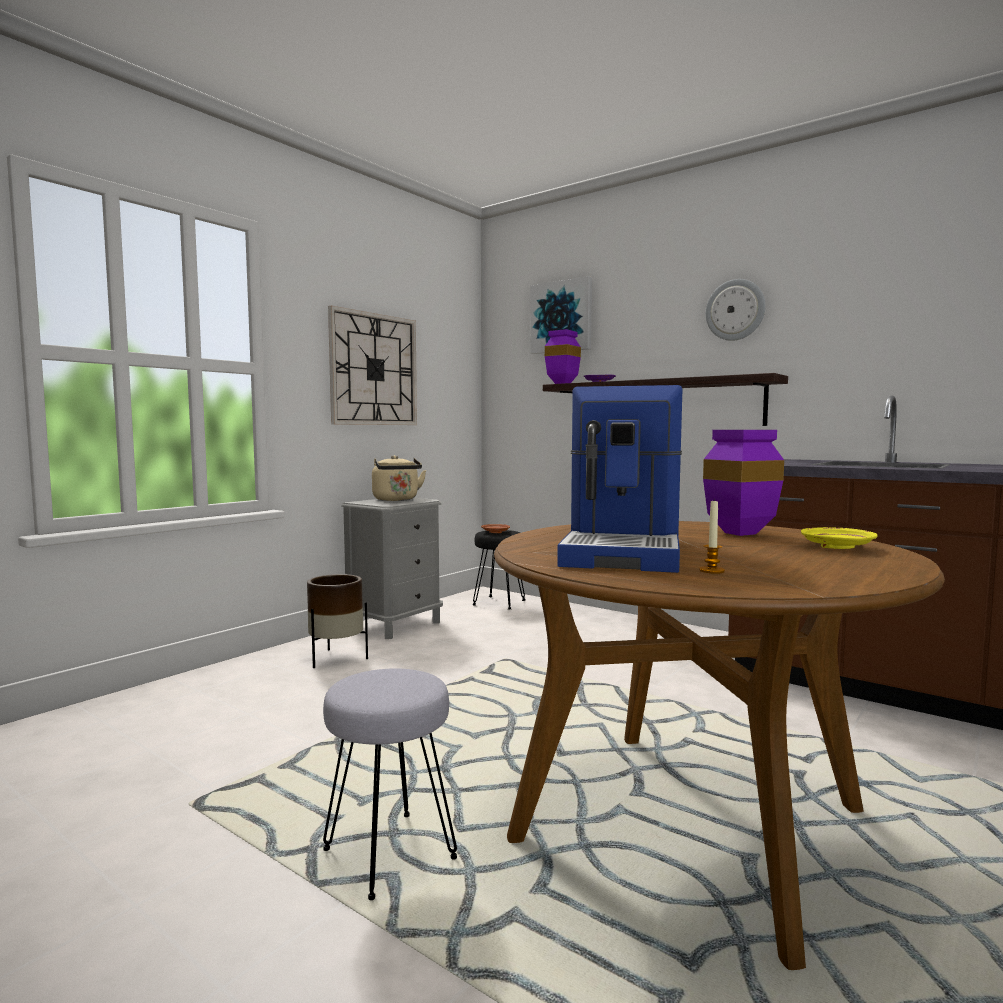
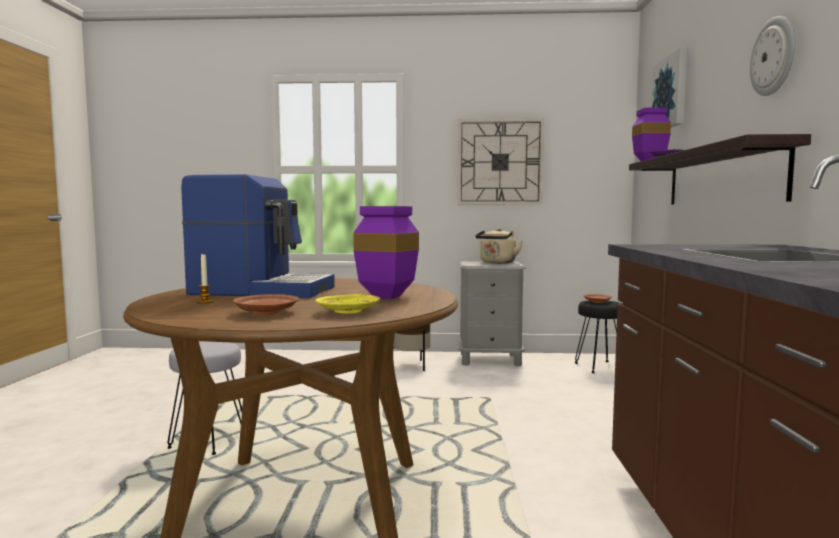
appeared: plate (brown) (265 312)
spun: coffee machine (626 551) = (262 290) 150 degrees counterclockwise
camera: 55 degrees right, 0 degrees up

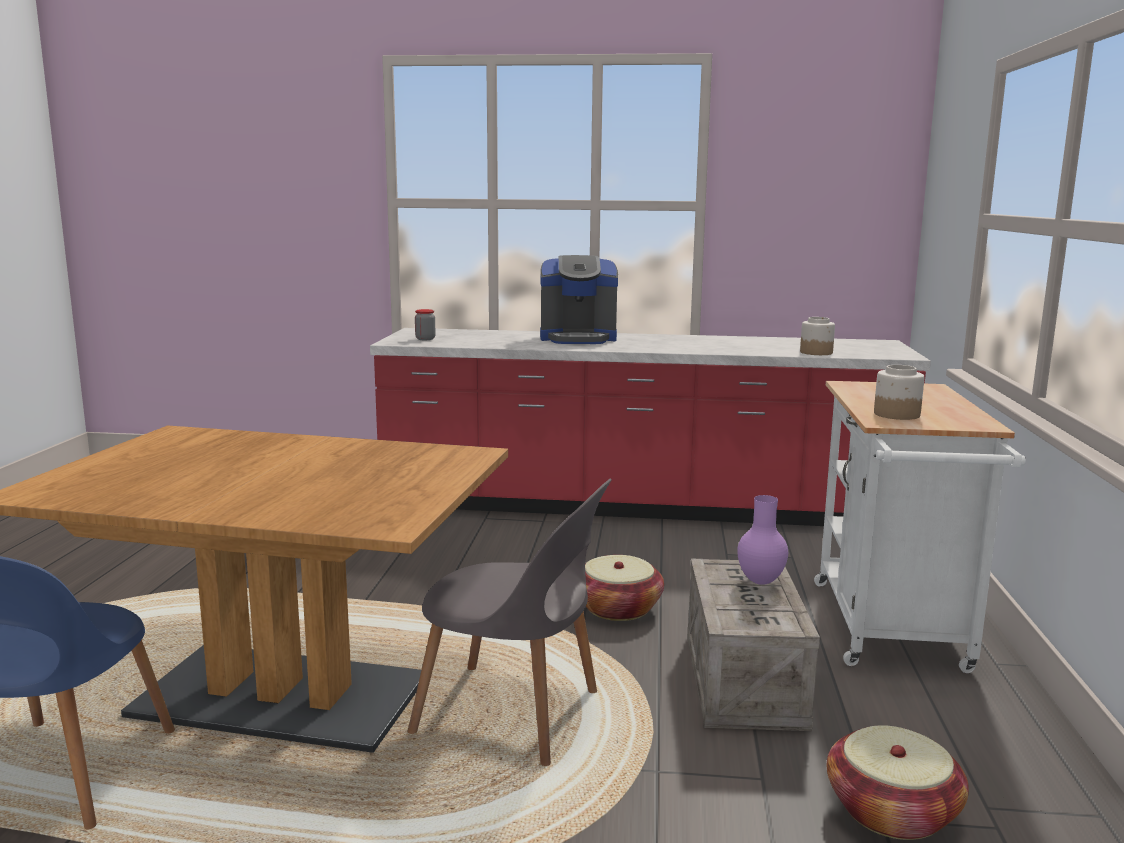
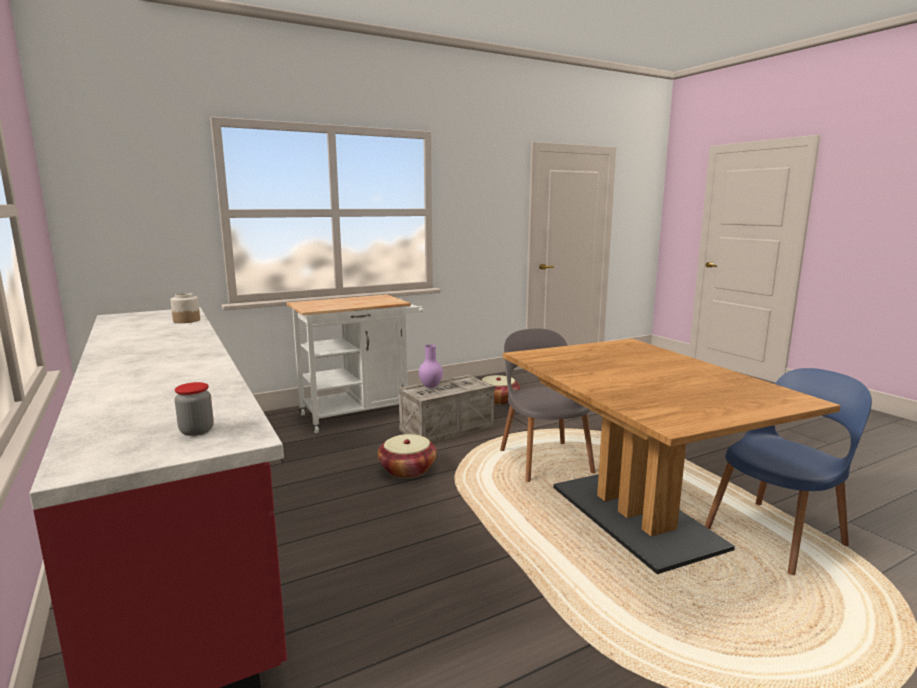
missing: coffee machine (578 338); jar (896 414)
camera: 125 degrees left, 0 degrees up

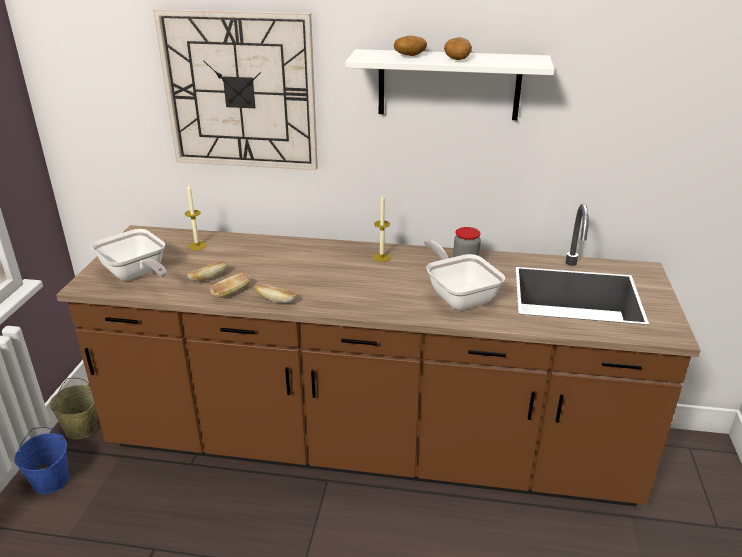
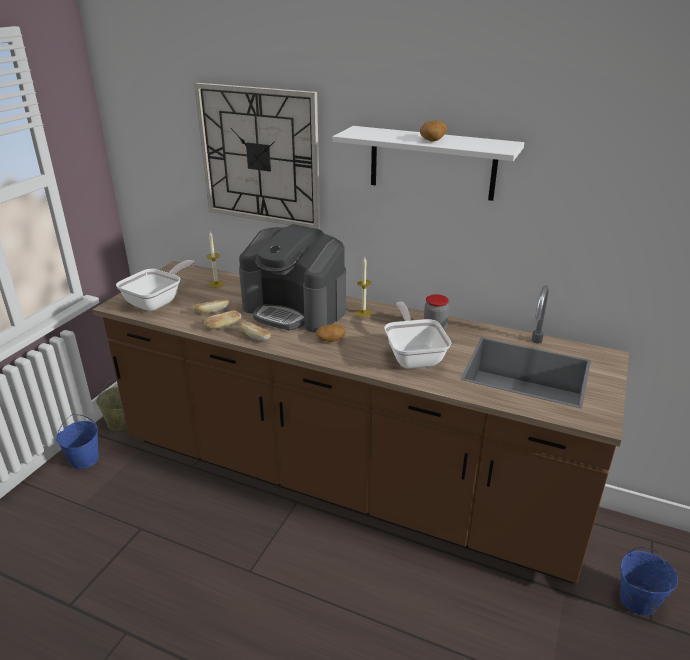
appeared: coffee machine (295 309); bucket (blue) (637 600)
relocated: potato (410 55) to (330 340)
spun: frying pan (136 275) = (158 301) 120 degrees counterclockwise
camera: 15 degrees right, 0 degrees up

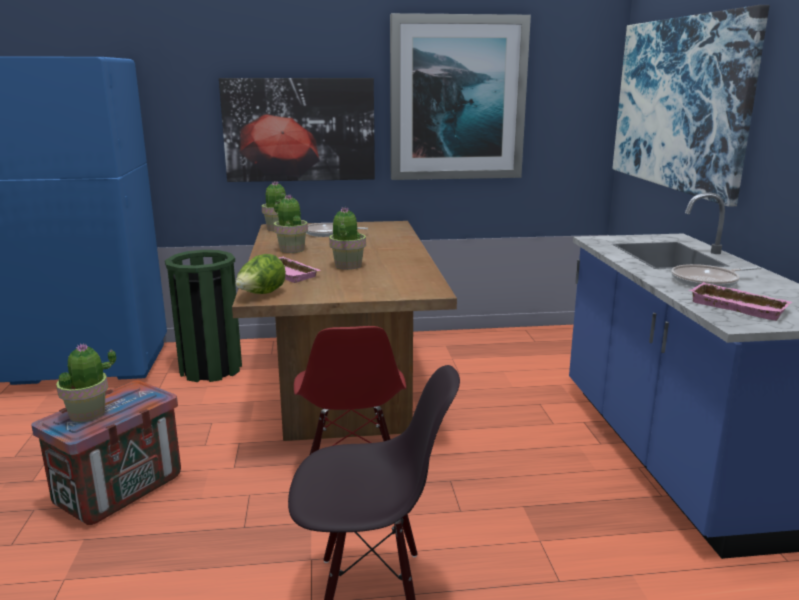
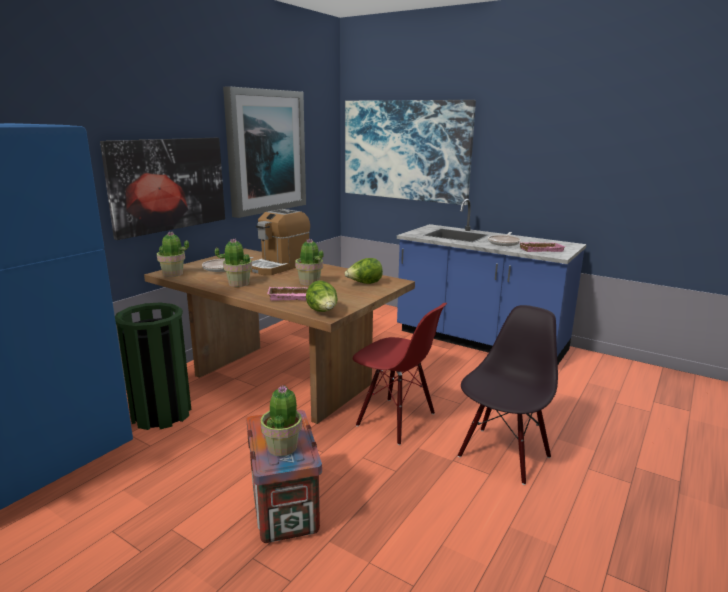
appeared: coffee machine (278 266); lettuce (364 284)
camera: 50 degrees left, 0 degrees up

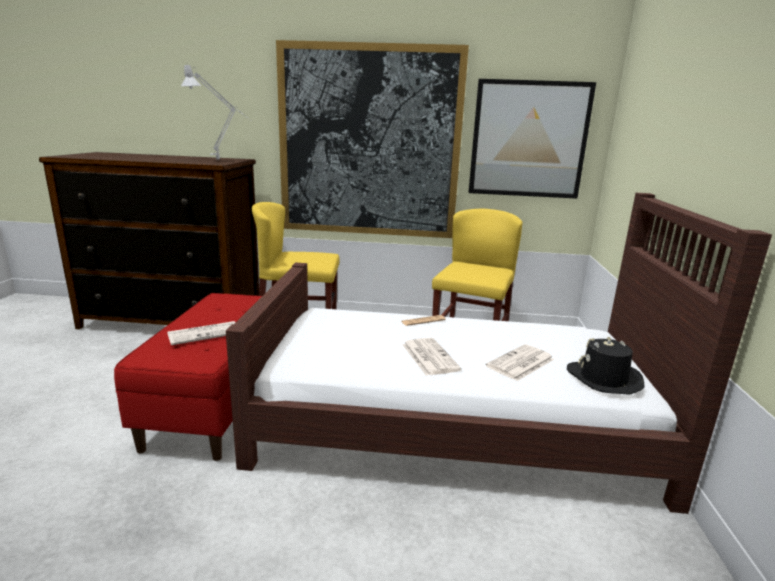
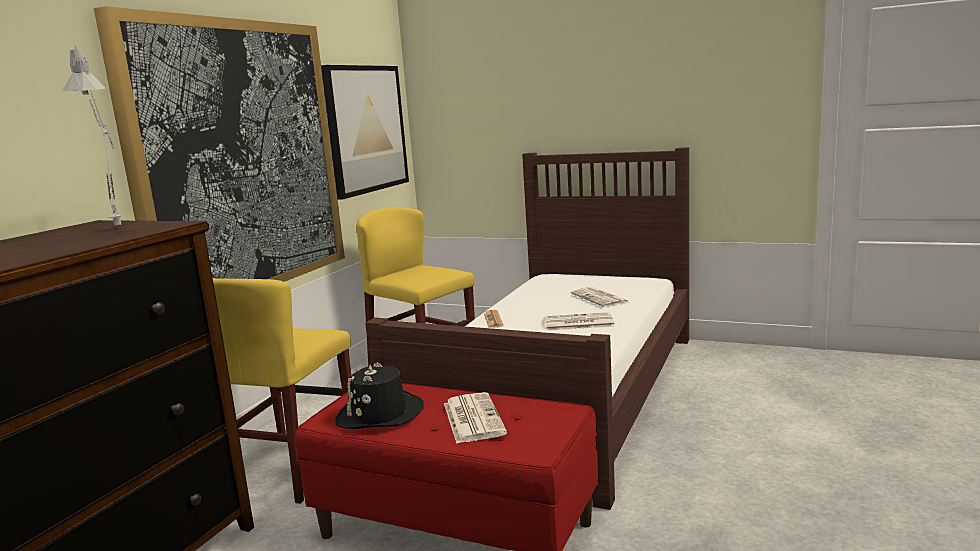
relocated: hat (black) (604 378) to (380 414)
camera: 70 degrees left, 5 degrees down

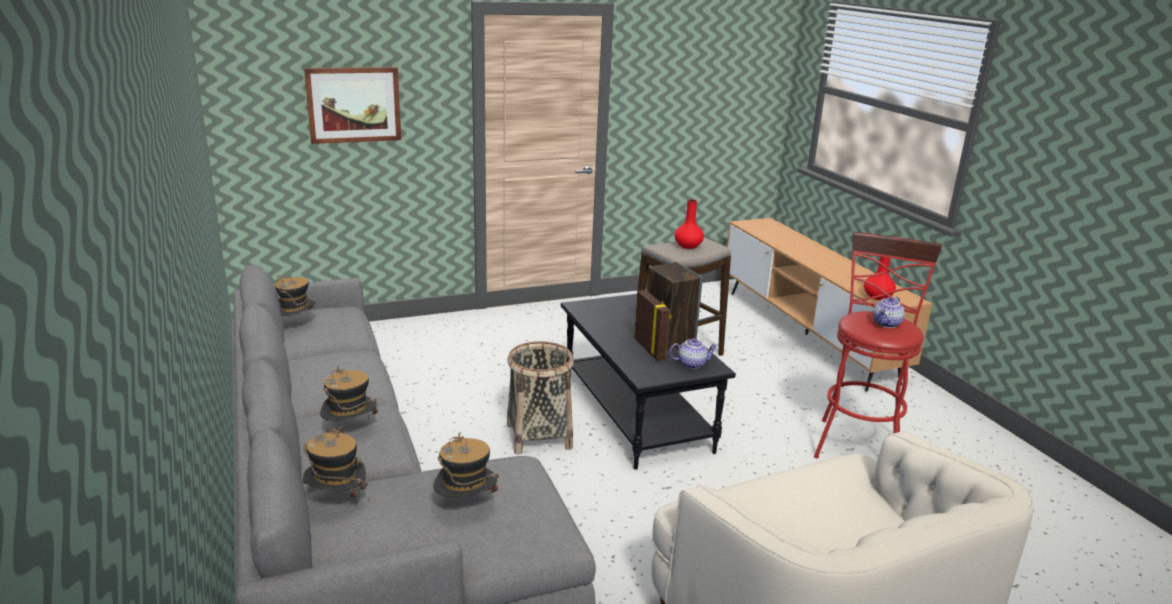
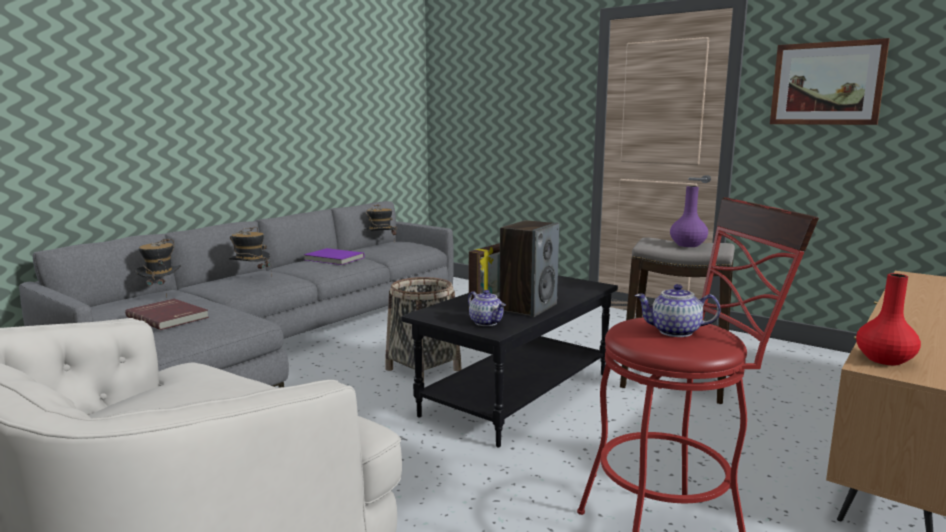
appeared: book (purple) (333 259)
relocated: picture (353 104) to (826 83)
exchanged: hat (466 508) to book (red) (169 317)
colour: vase (red) (688 246) to vase (purple) (687 245)
camera: 60 degrees right, 10 degrees down

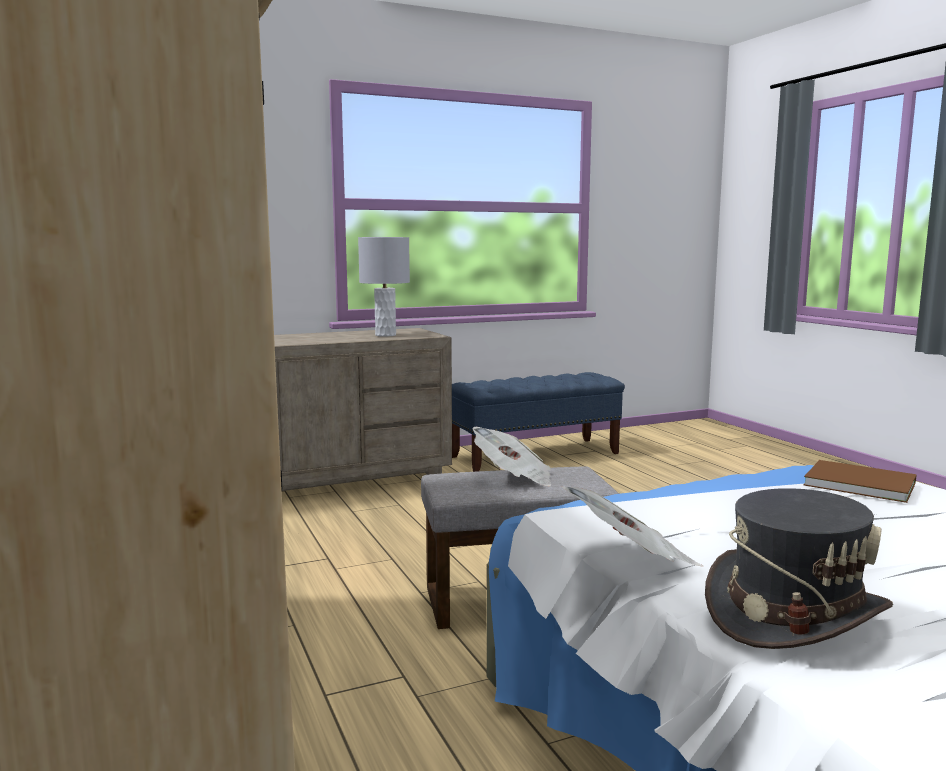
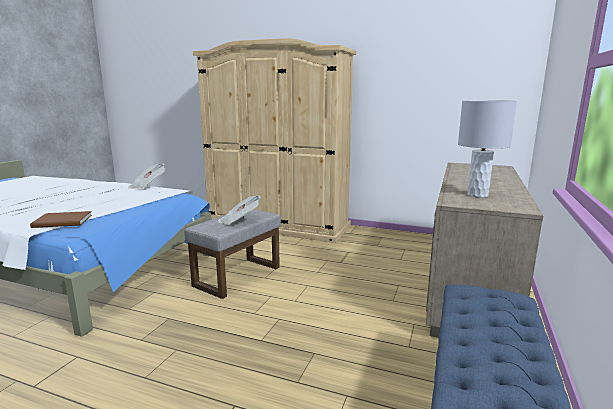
missing: hat (grey) (793 613)
camera: 135 degrees right, 5 degrees up

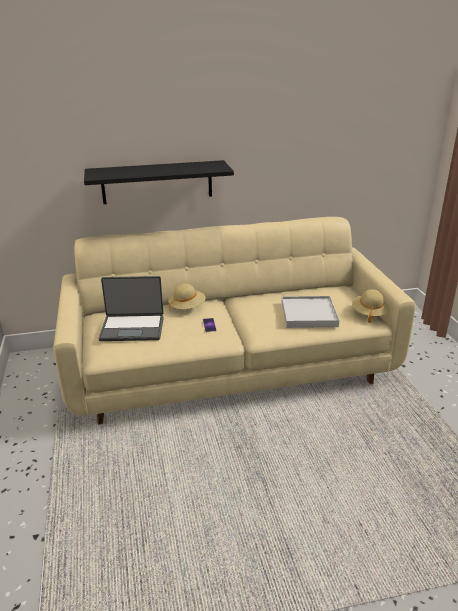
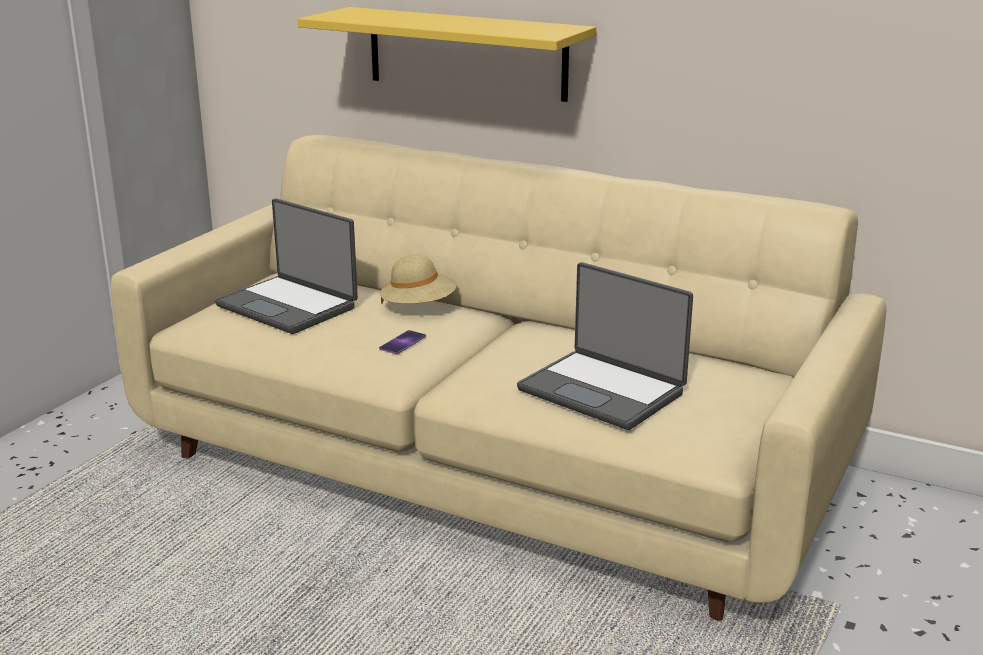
missing: hat (beige) (370 313)
exchanged: tray (white) (309 314) to laptop (603 391)
colour: shelf (black) (157 182) to shelf (yellow) (466 53)
camera: 40 degrees right, 5 degrees down

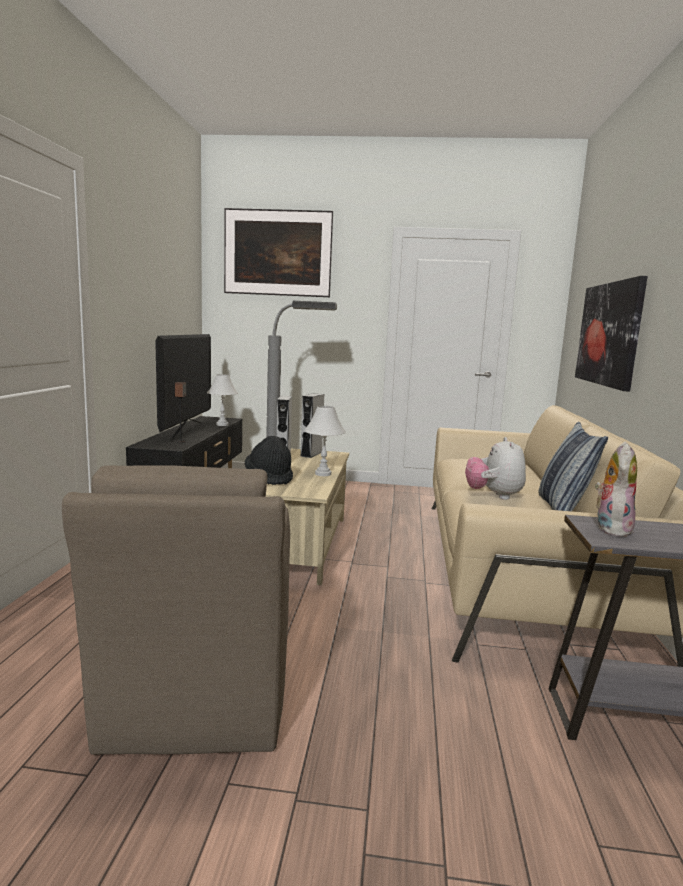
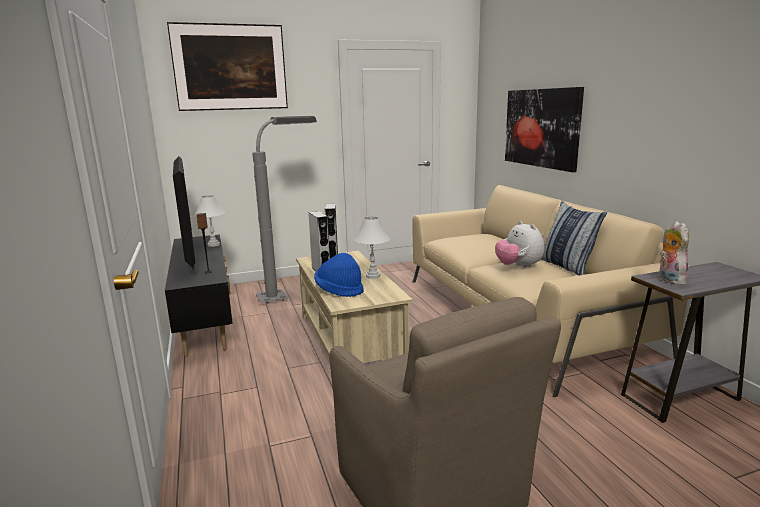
colour: hat (black) (269 478) to hat (blue) (339 290)
camera: 25 degrees left, 5 degrees up

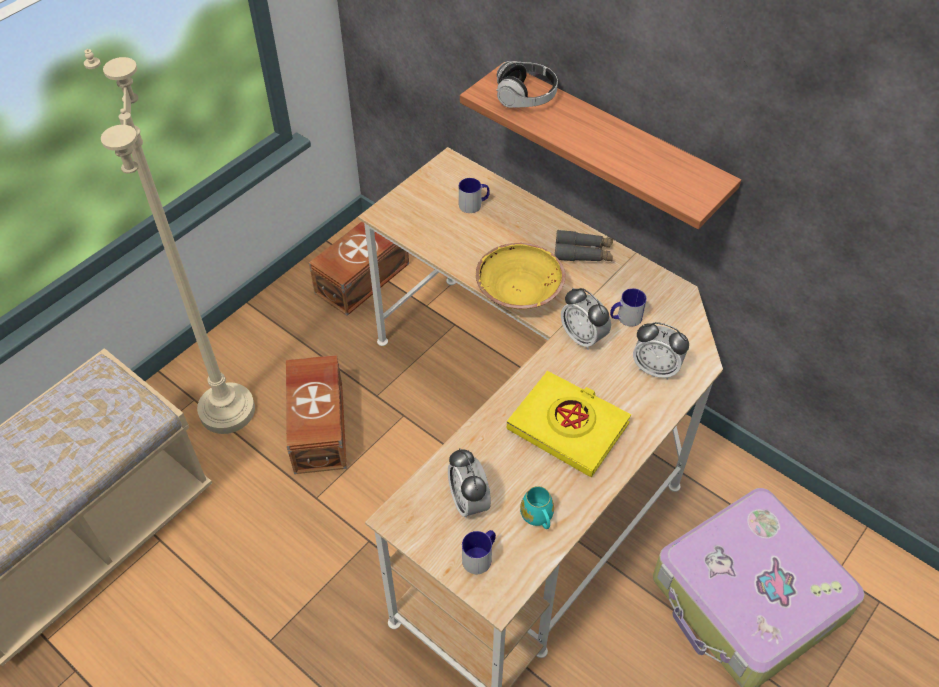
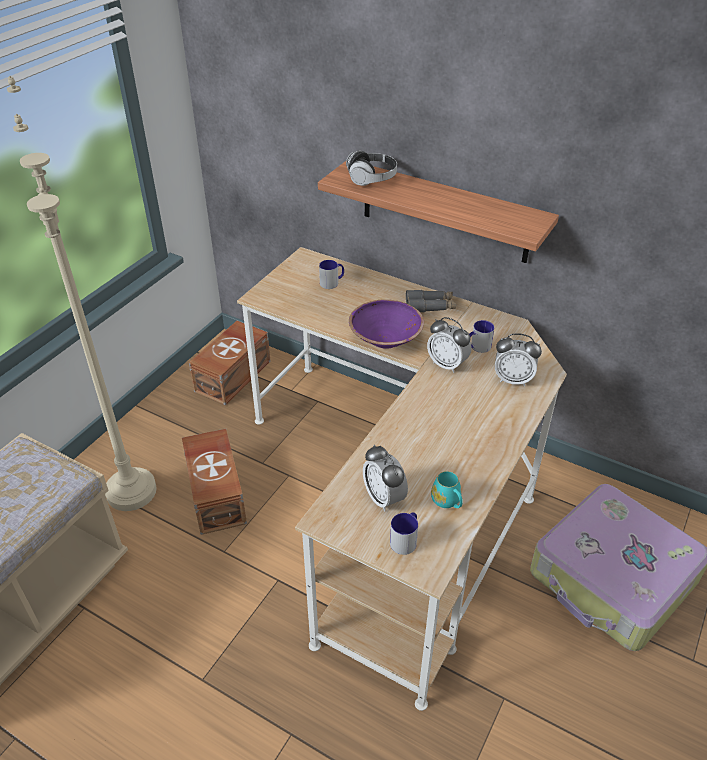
missing: book (yellow) (568 427)
colour: bowl (yellow) (519 293) to bowl (purple) (385 339)
camera: 10 degrees left, 10 degrees down

